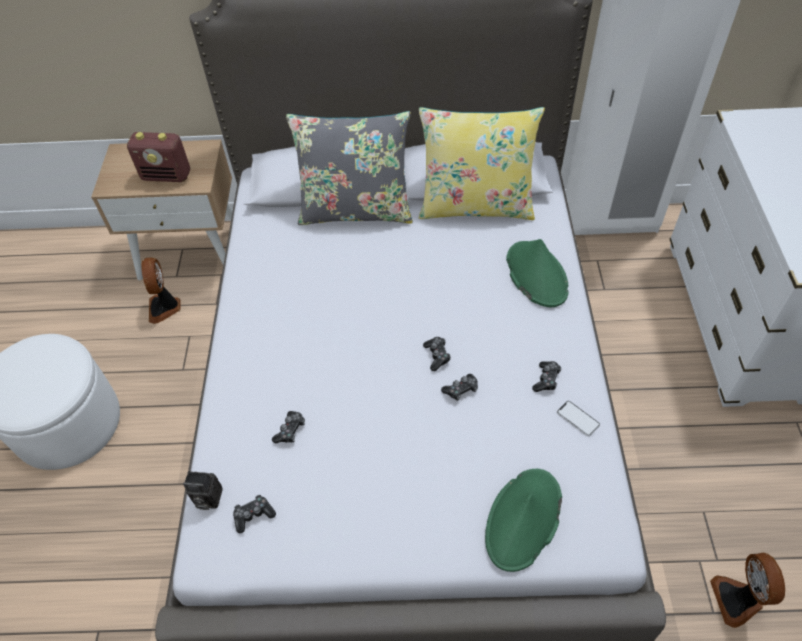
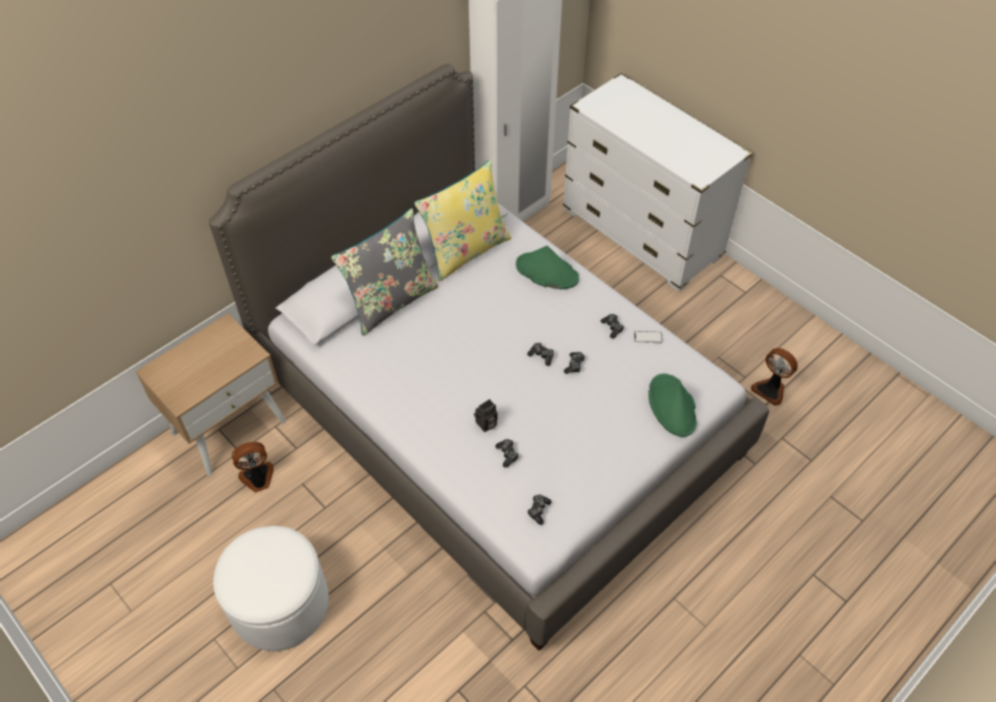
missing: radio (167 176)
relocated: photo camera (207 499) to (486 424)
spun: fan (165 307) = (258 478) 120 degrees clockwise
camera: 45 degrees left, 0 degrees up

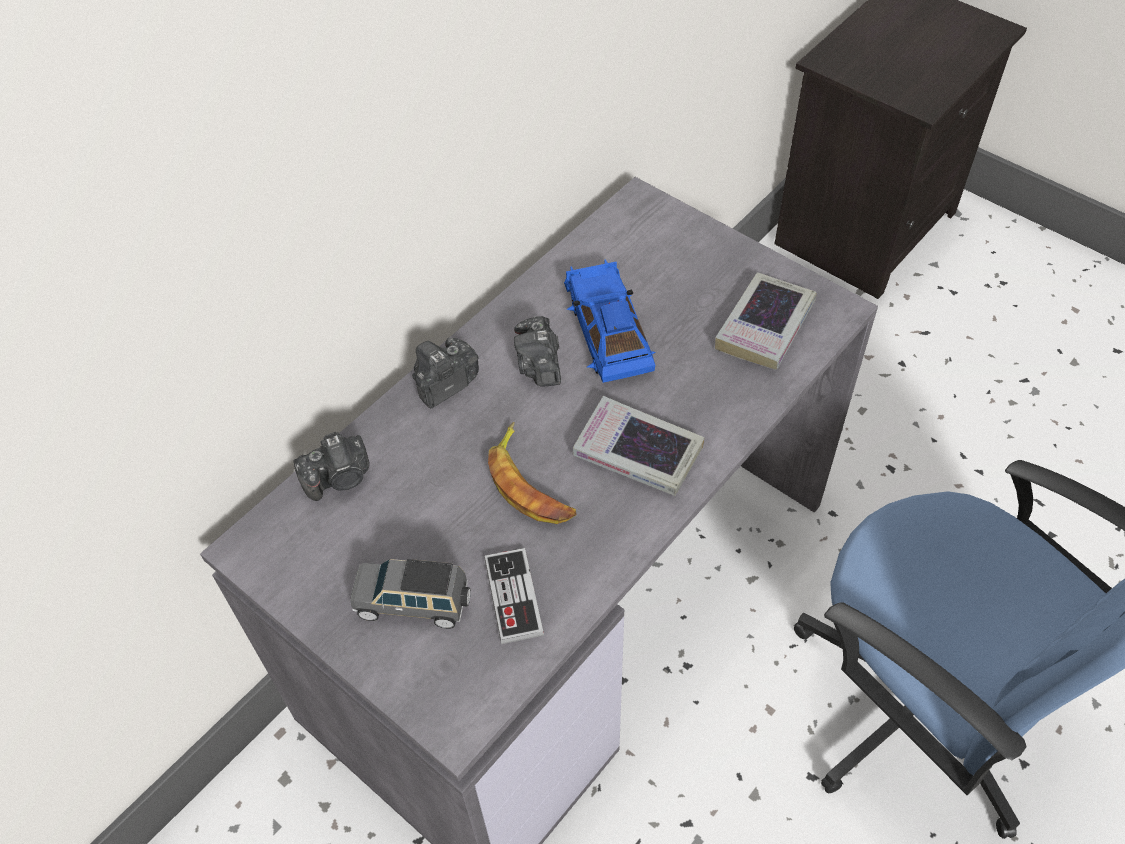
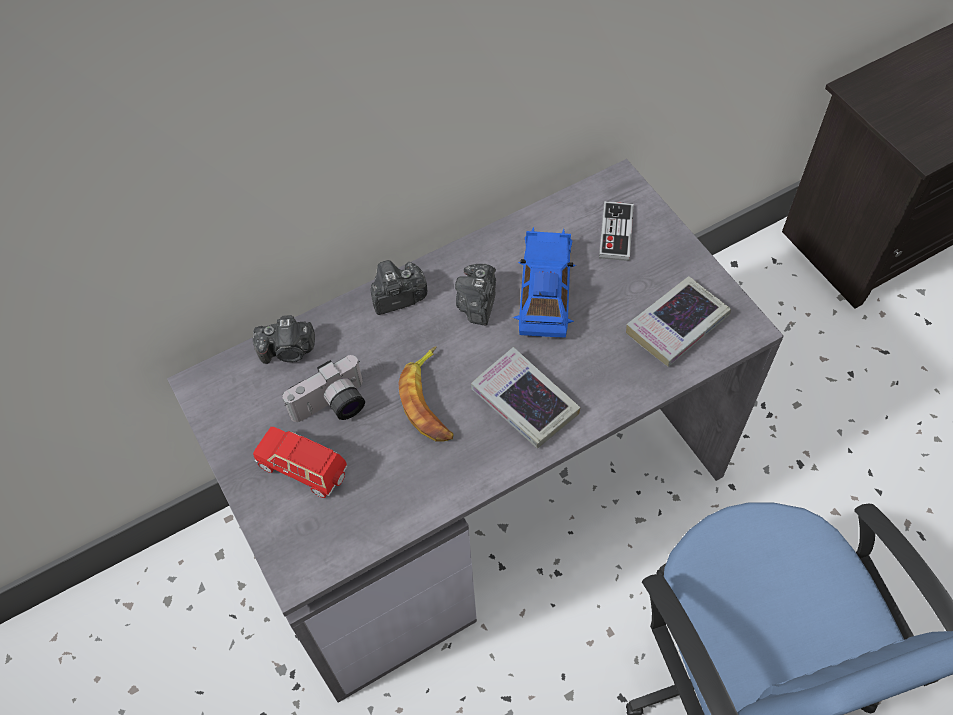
appeared: photo camera (333 407)
relocated: game controller (513 597) to (616 232)
colour: toy car (grey) (414 603) to toy car (red) (304 469)
camera: 20 degrees right, 5 degrees up

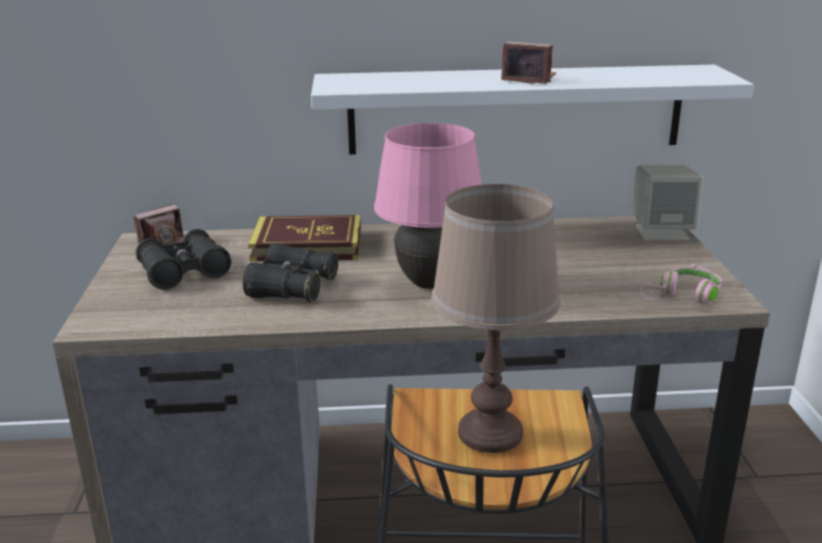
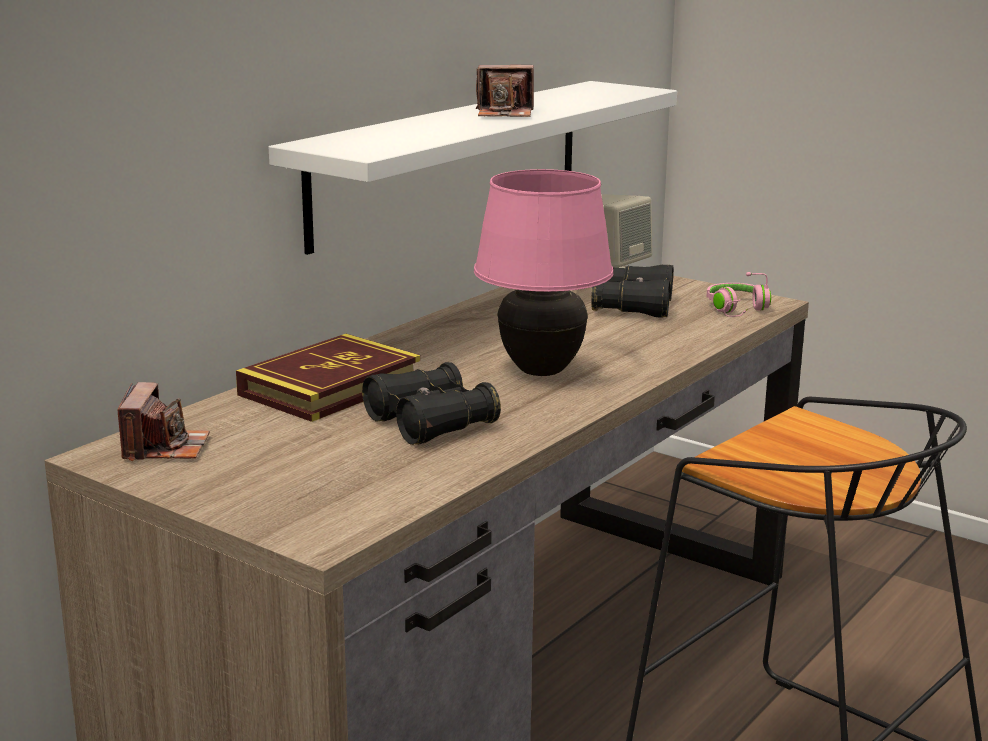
missing: table lamp (brown) (489 433)
relocated: binoculars (black) (184 272) to (633 306)
spun: photo camera (529 79) = (505 114) 150 degrees counterclockwise
camera: 50 degrees left, 5 degrees down

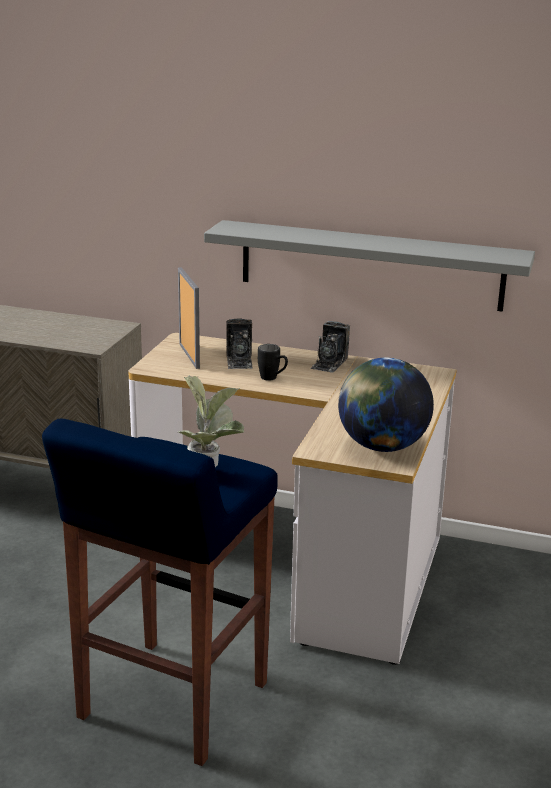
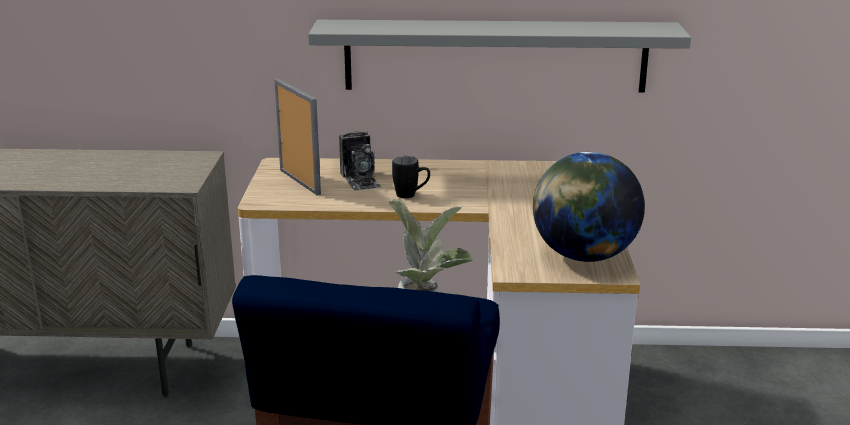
missing: photo camera (329 363)
camera: 15 degrees left, 0 degrees up

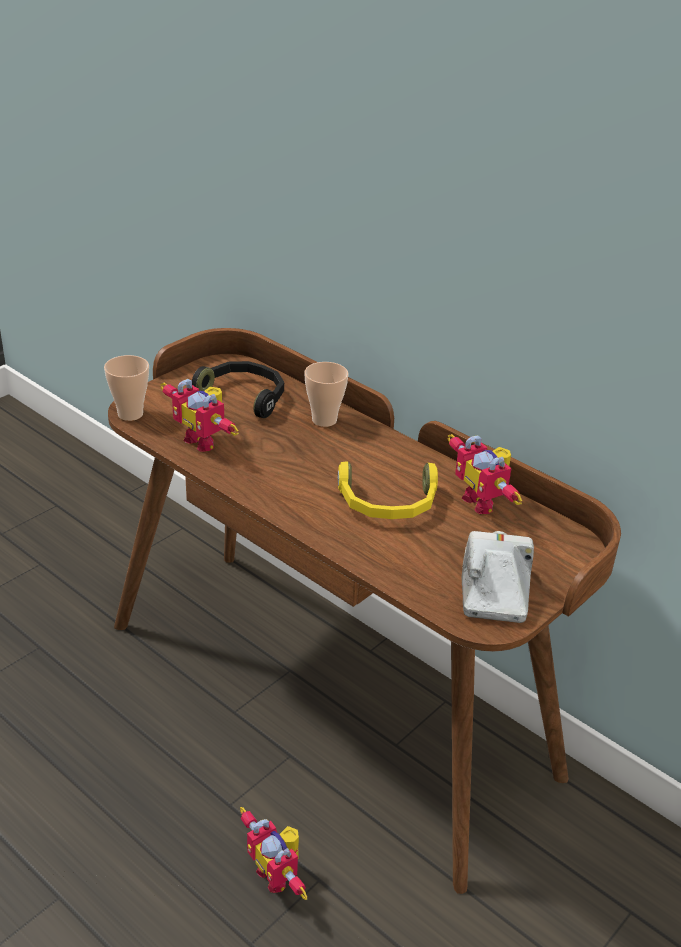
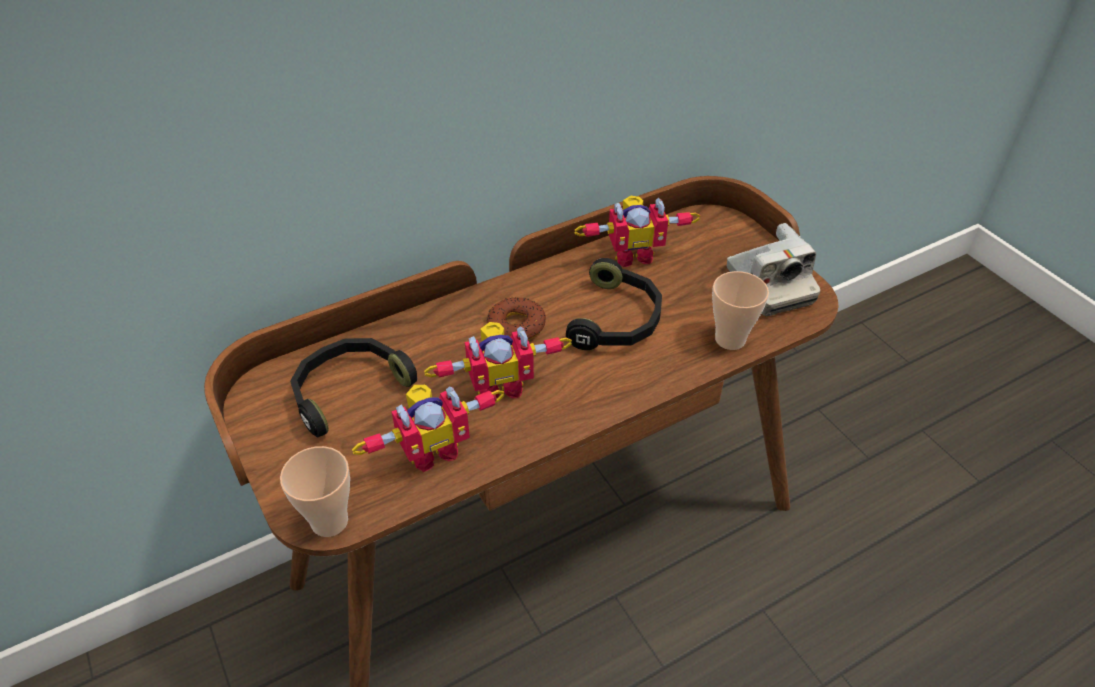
appeared: donut (516 325)
relocated: toy robot (277 874) to (499 386); cup (324 420) to (730 339)
colour: headphones (yellow) (387 504) to headphones (black) (617 320)
spun: photo camera (494 592) = (769 286) 135 degrees counterclockwise
camera: 70 degrees left, 10 degrees up

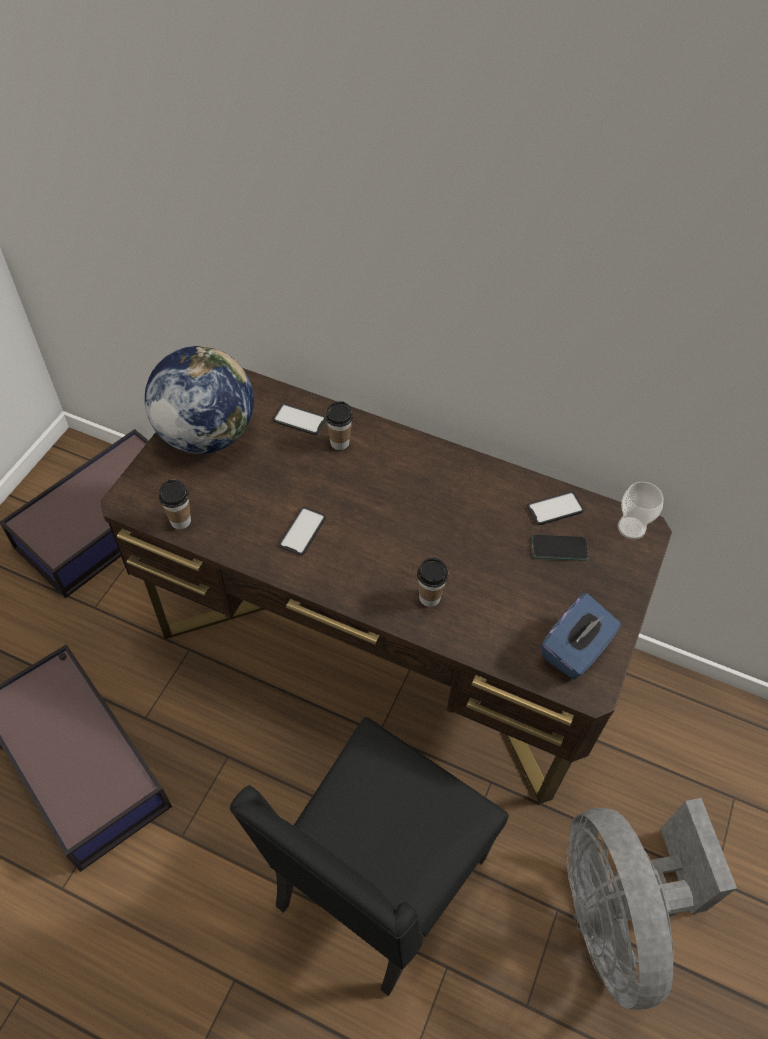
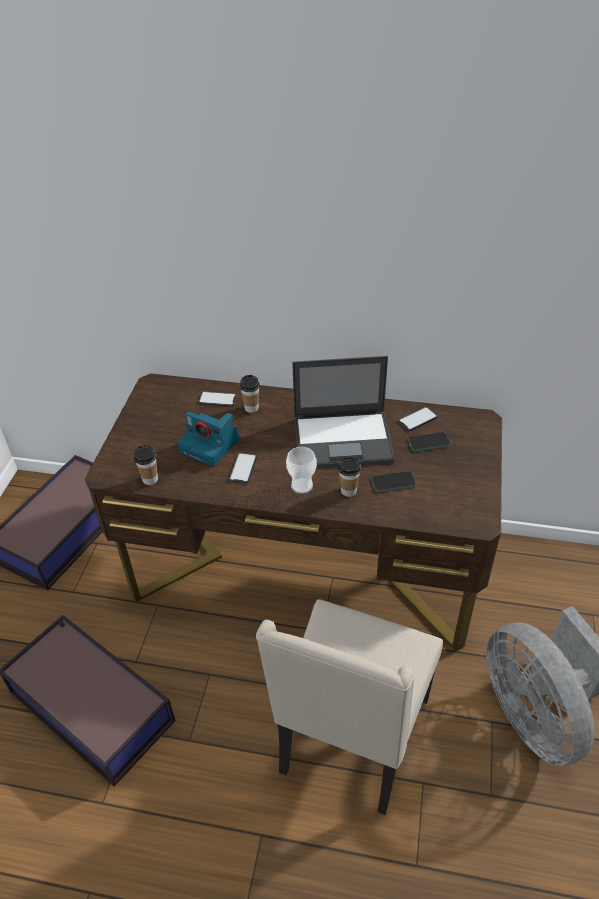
missing: globe (206 434); tissue box (blue) (575 650)
appeared: photo camera (211 445); laptop (344 439); phone (393 482)
relocated: cup (631 528) to (302 486)
colour: chair (black) (377 884) to chair (beige) (352 737)
camera: 10 degrees left, 10 degrees down

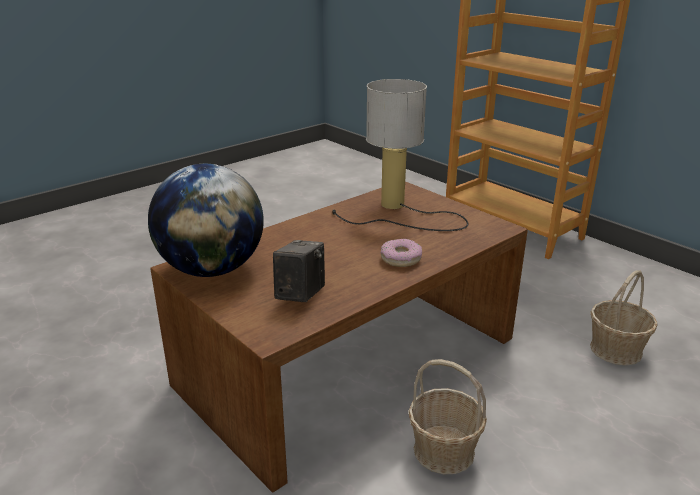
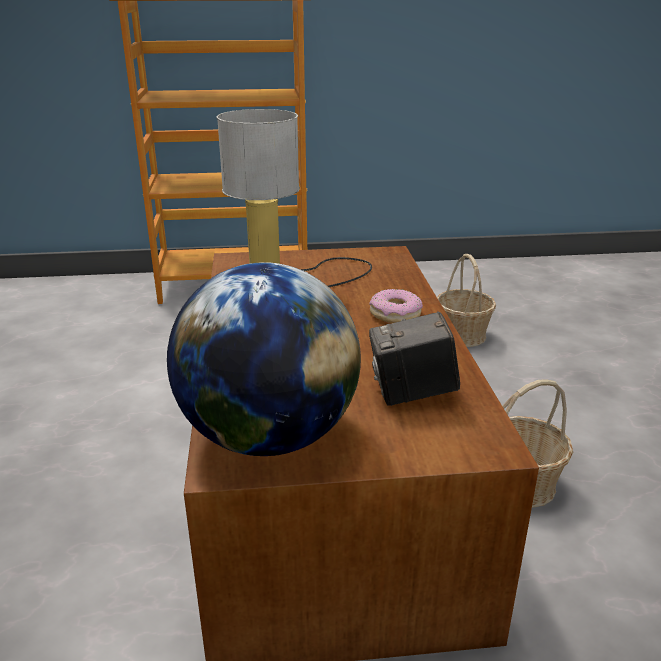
spun: photo camera (300 295) = (412 393) 60 degrees counterclockwise
camera: 55 degrees left, 0 degrees up

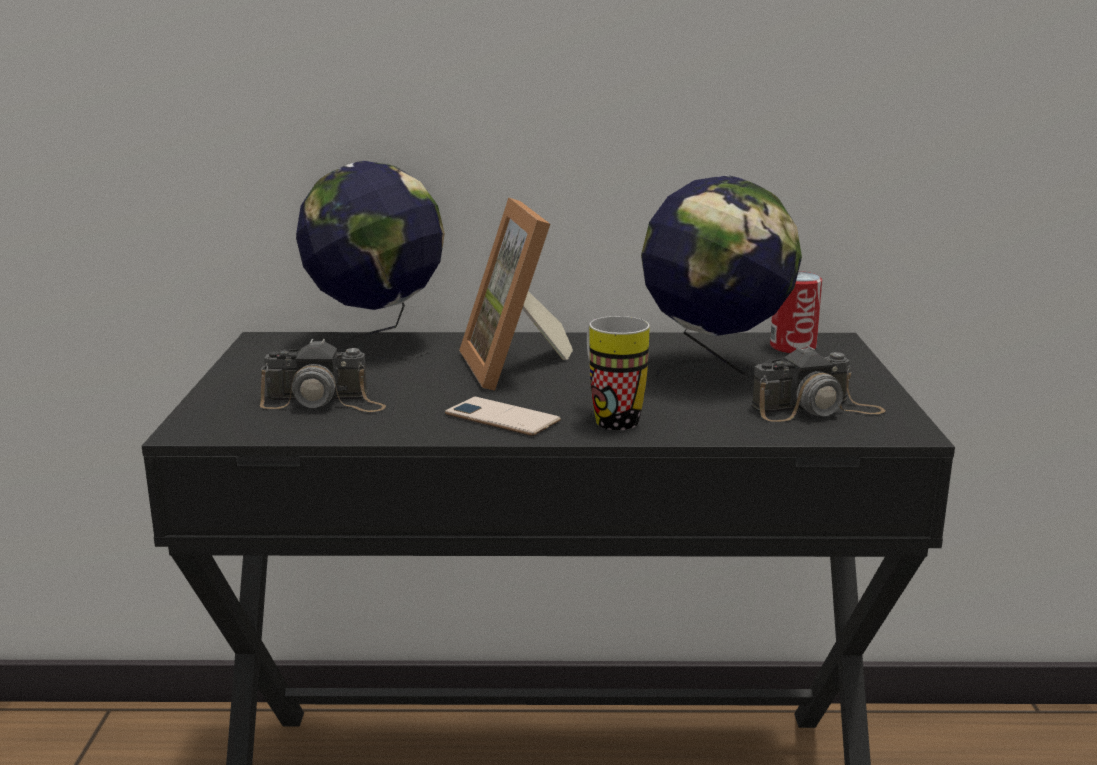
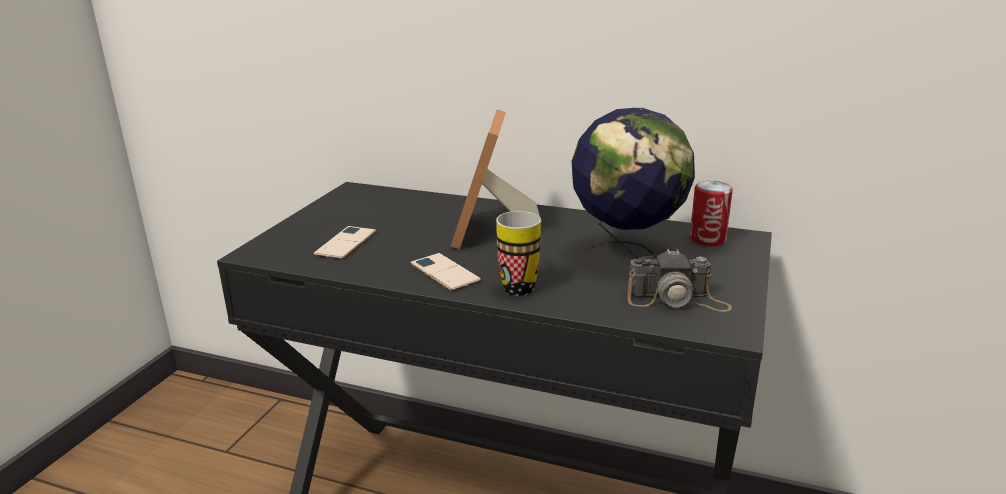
missing: globe (376 344)
exchanged: photo camera (324 402) to phone (345 243)
camera: 20 degrees right, 5 degrees up

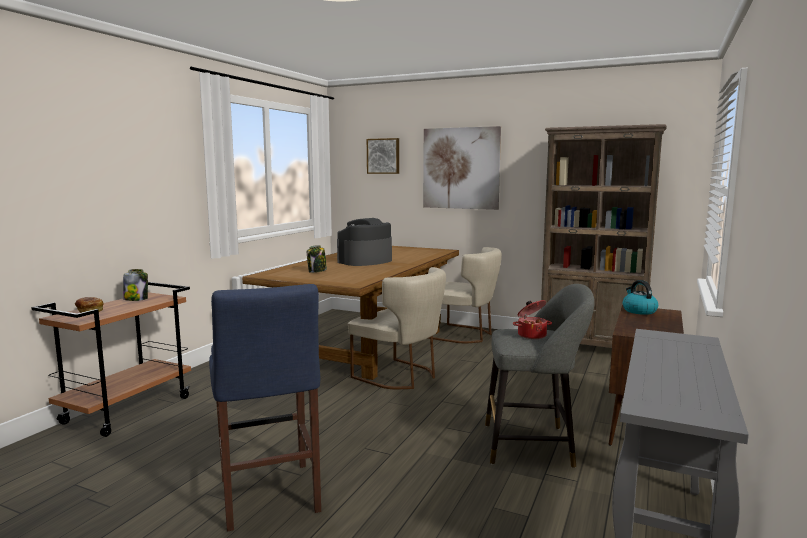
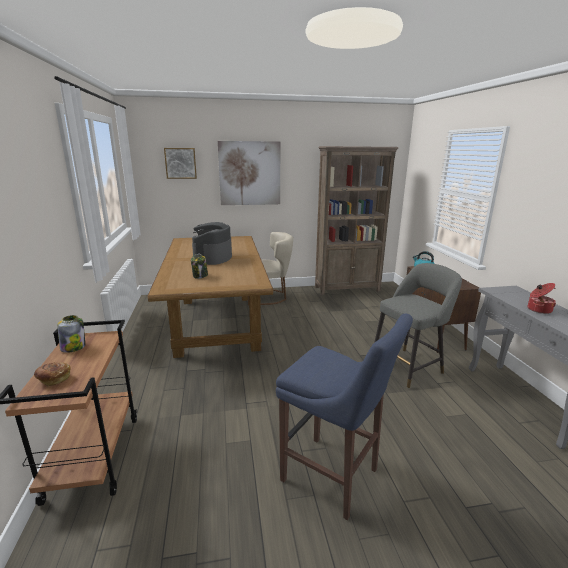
missing: chair (beige) (401 376)
relocated: cooking pot (531 335) to (538 309)
camera: 35 degrees left, 10 degrees up

